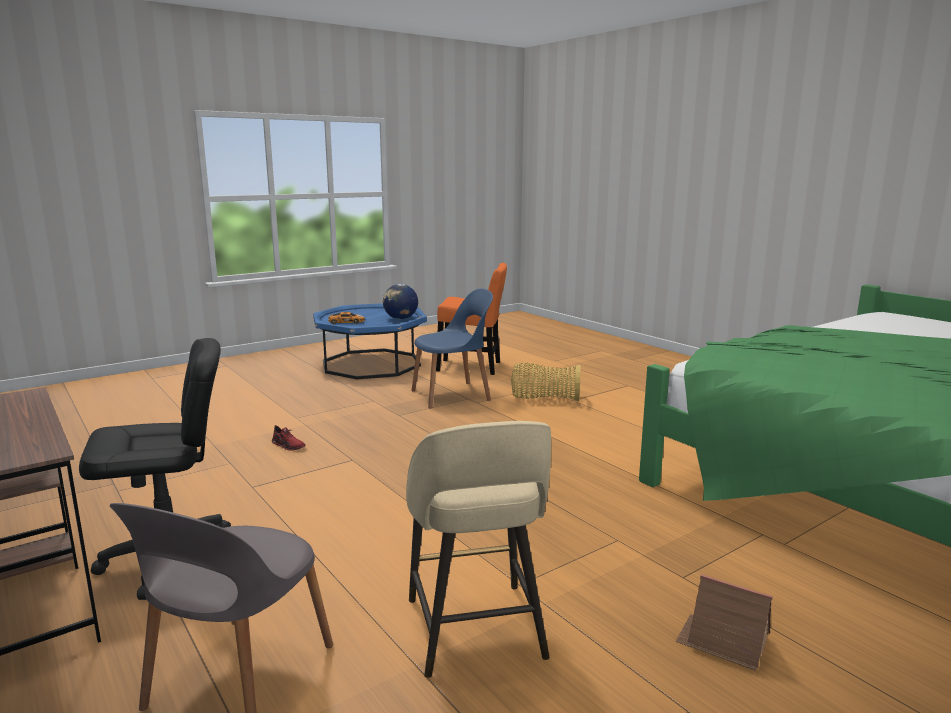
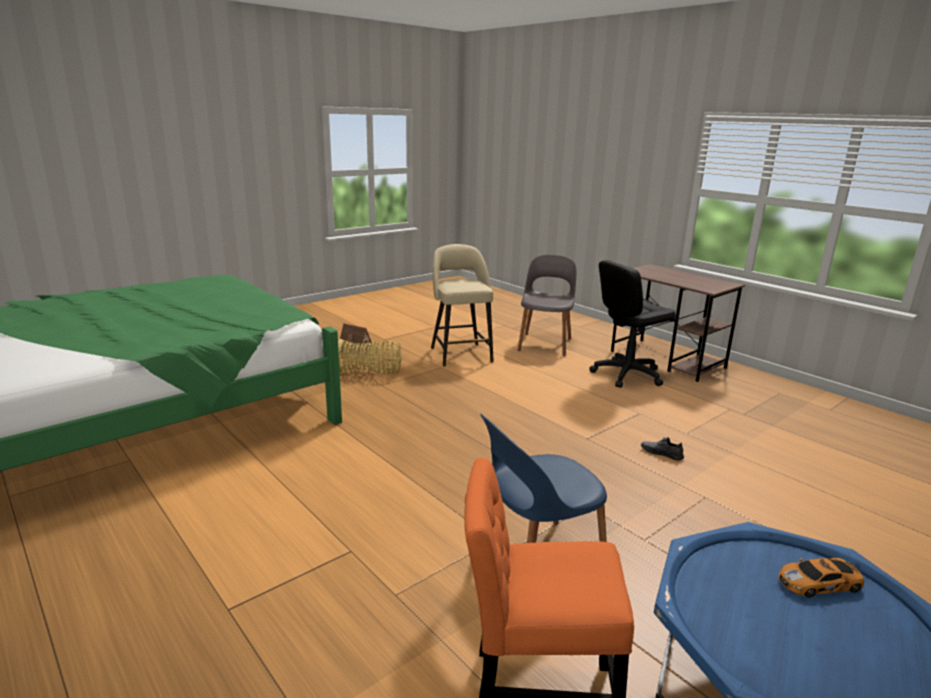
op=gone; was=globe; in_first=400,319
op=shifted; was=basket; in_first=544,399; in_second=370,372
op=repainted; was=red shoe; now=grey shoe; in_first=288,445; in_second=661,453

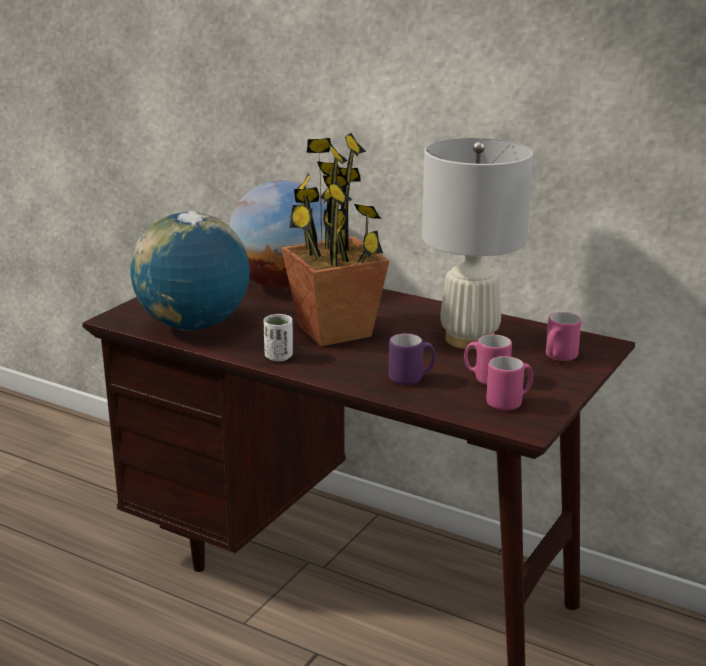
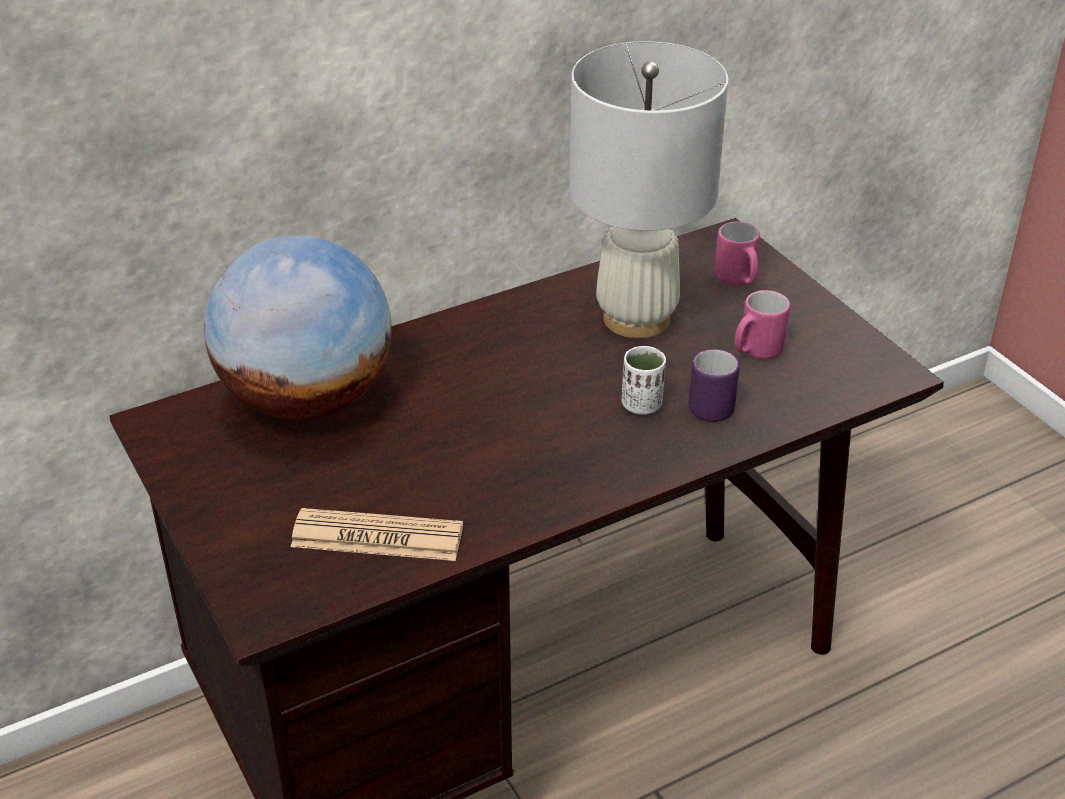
op=gone; was=potted plant; in_first=335,331
op=gone; was=pink mug; in_first=509,402
op=shifted; was=white cup; in_first=279,357; in_second=641,405
op=swapped; was=globe; now=newspaper; in_first=194,326; in_second=377,537

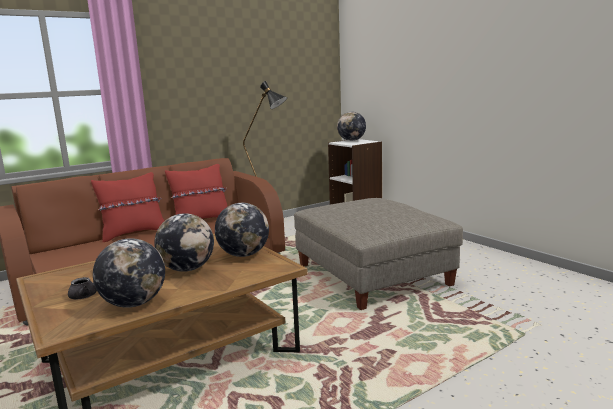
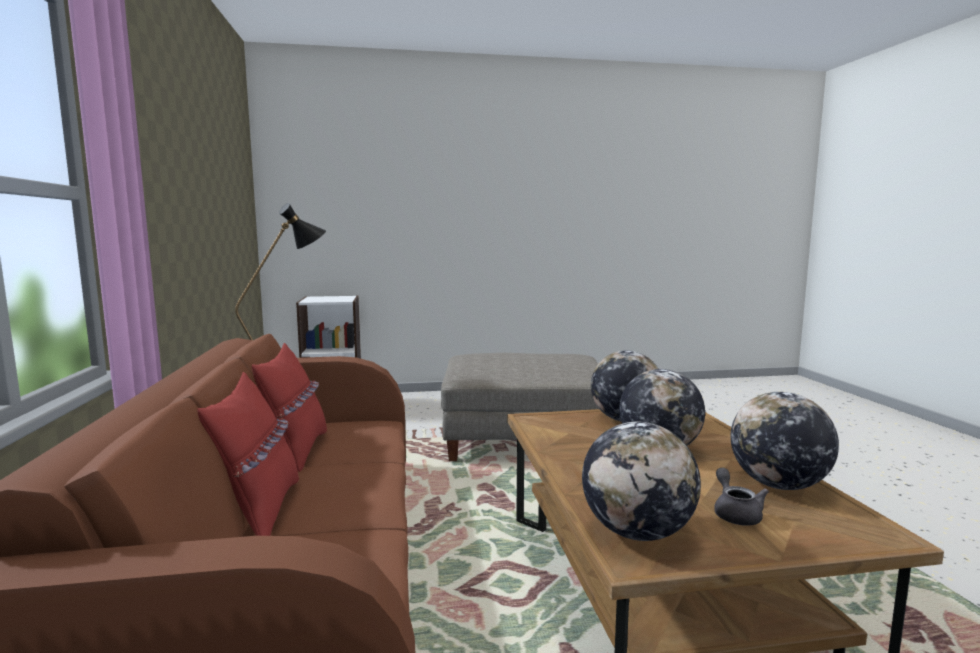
op=shifted; was=globe; in_first=351,140; in_second=637,532

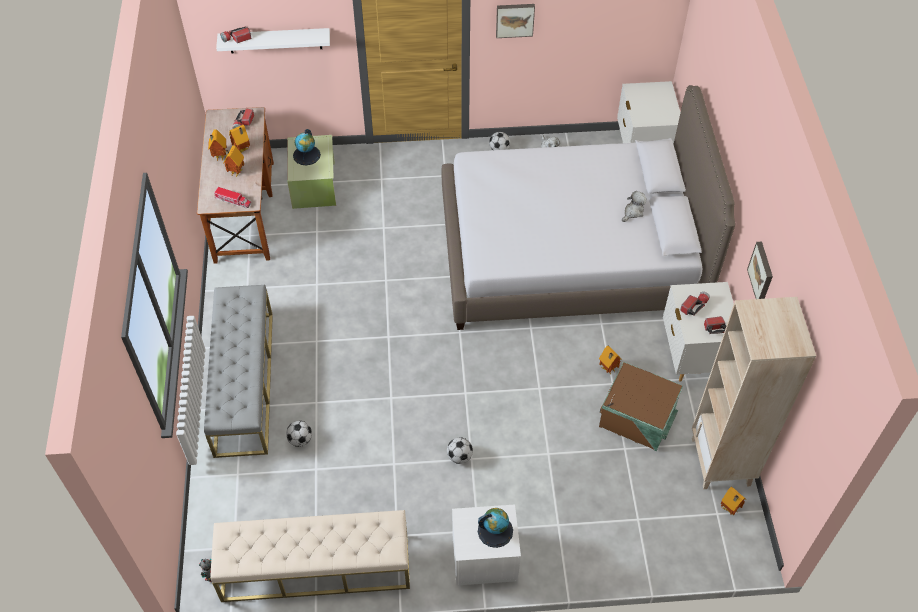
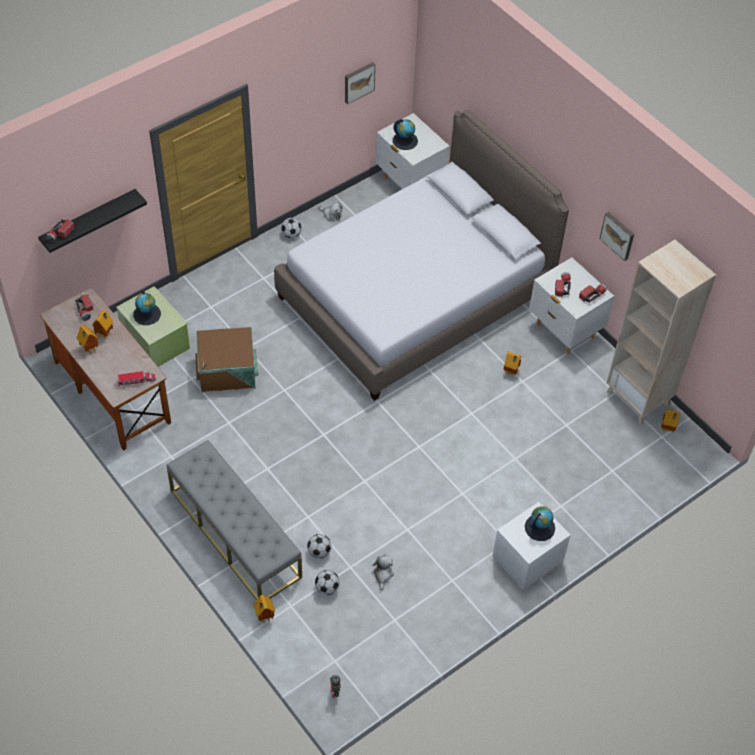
op=gone; was=beige bench; in_first=315,568
op=new; now=globe; in_second=405,141
op=shifted; was=toy house; in_first=235,172; in_second=264,617
op=shifted; was=football; in_first=459,457; in_second=327,588
op=shifted; was=picture; in_first=514,19; in_second=358,82
op=shifted; was=brown storage box; in_first=637,419; in_second=228,372
op=shifted; was=plush toy; in_first=633,212; in_second=383,574
op=repainted; was=white shelf; now=black shelf; in_first=275,40; in_second=89,221

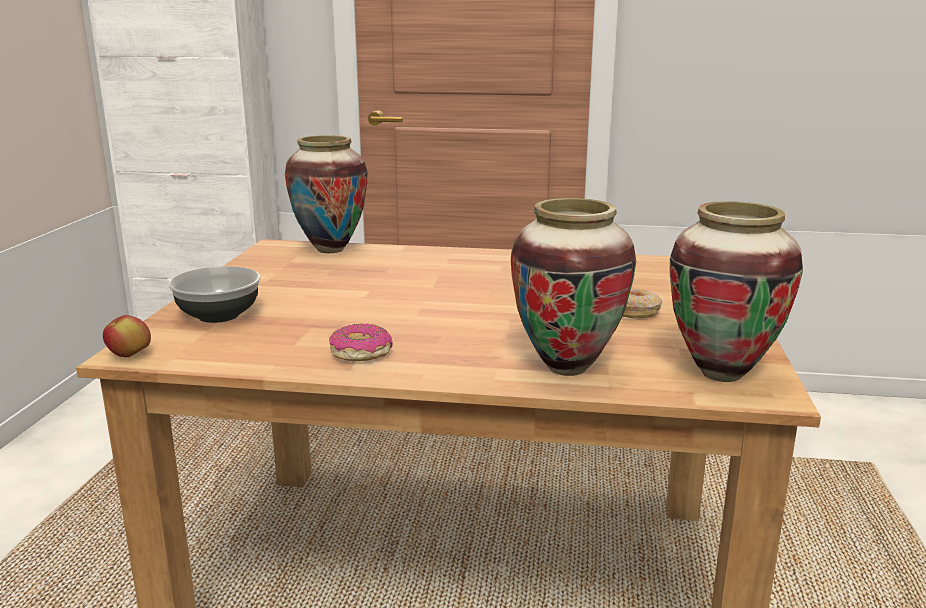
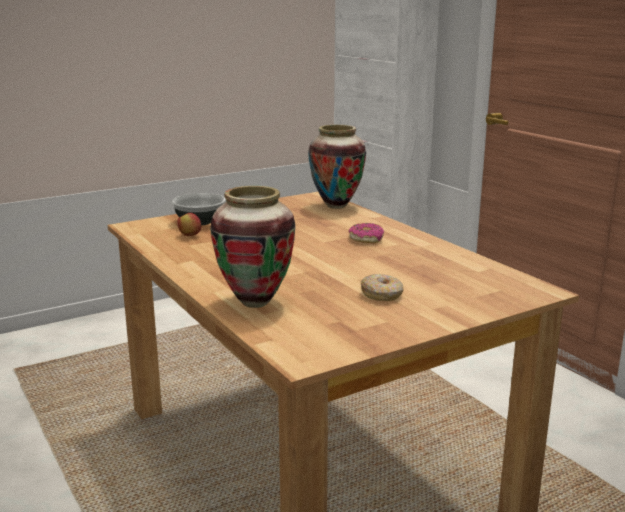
op=gone; was=vase; in_first=722,374
op=shifted; was=apple; in_first=130,356; in_second=190,235
op=shifted; was=donut; in_first=360,353; in_second=366,239

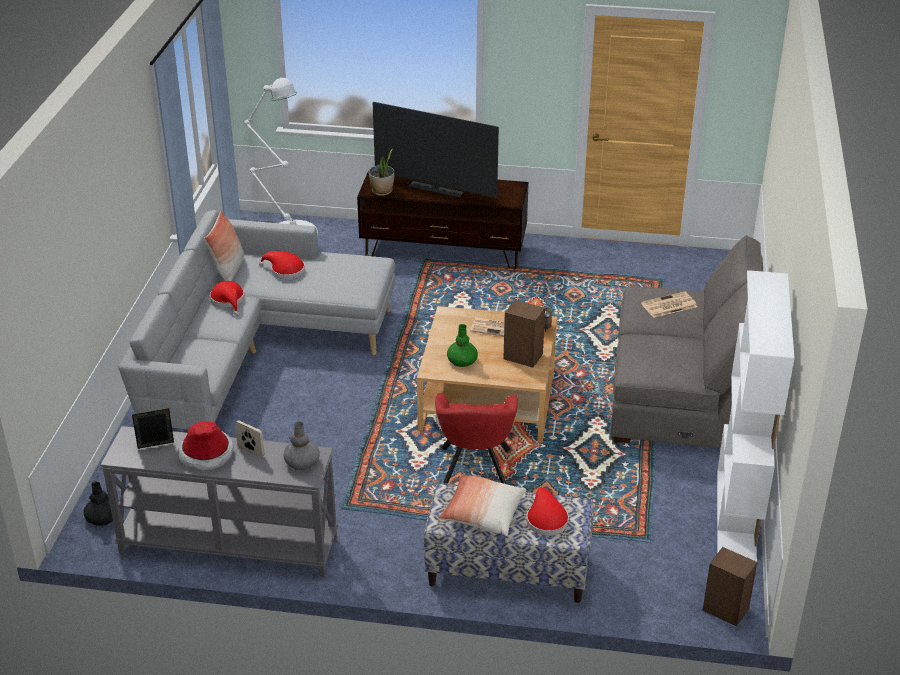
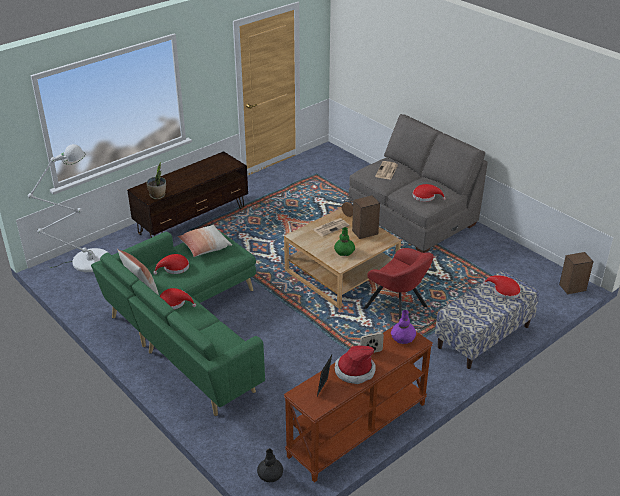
op=gone; was=television; in_first=435,189
op=gone; was=white bookcase; in_first=737,517
op=new; now=red hat; in_second=425,196
op=shifted; was=pillow; in_first=482,514; in_second=205,247
op=repainted; was=grey console table; now=brown console table; in_first=228,546; in_second=358,430
op=repainted; was=grey sofa; now=green sofa; in_first=256,352; in_second=189,332
op=repainted; was=grey vase; now=purple vase; in_first=302,462; in_second=403,338

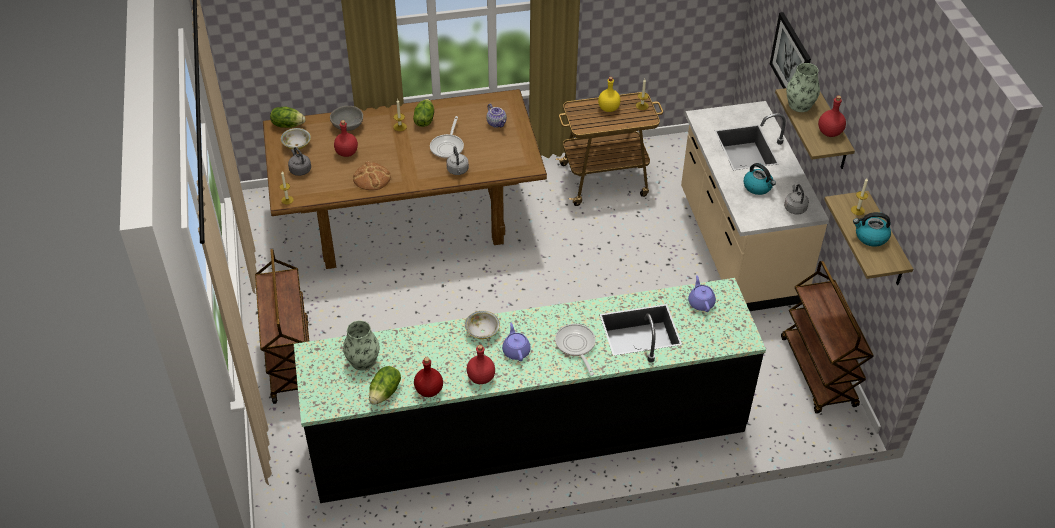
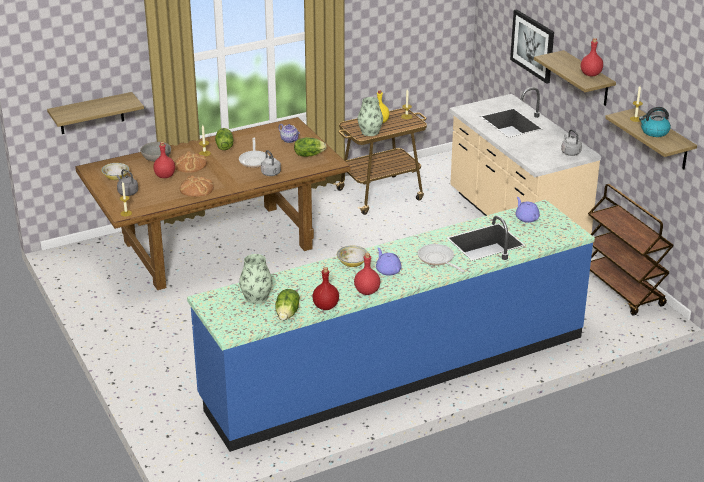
op=gone; was=brown cart; in_first=290,360
op=gone; was=kettle; in_first=758,187
op=new; now=shelf; in_second=91,113
op=new; now=bread; in_second=190,165
op=shifted; was=lettuce; in_first=288,124; in_second=309,155
op=shifted; was=vase; in_first=800,105; in_second=370,132
op=repainted; was=black counter; now=blue counter; in_first=528,430; in_second=395,368

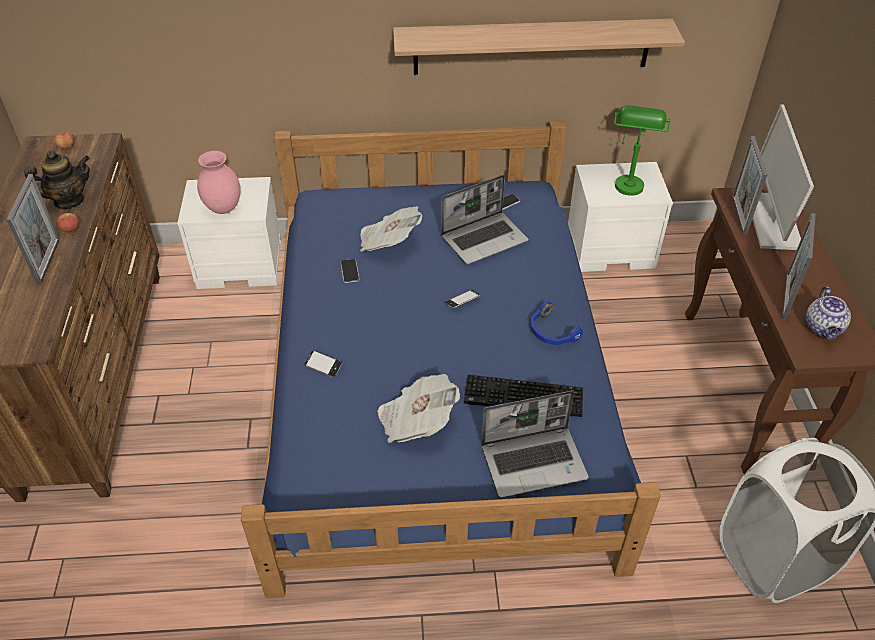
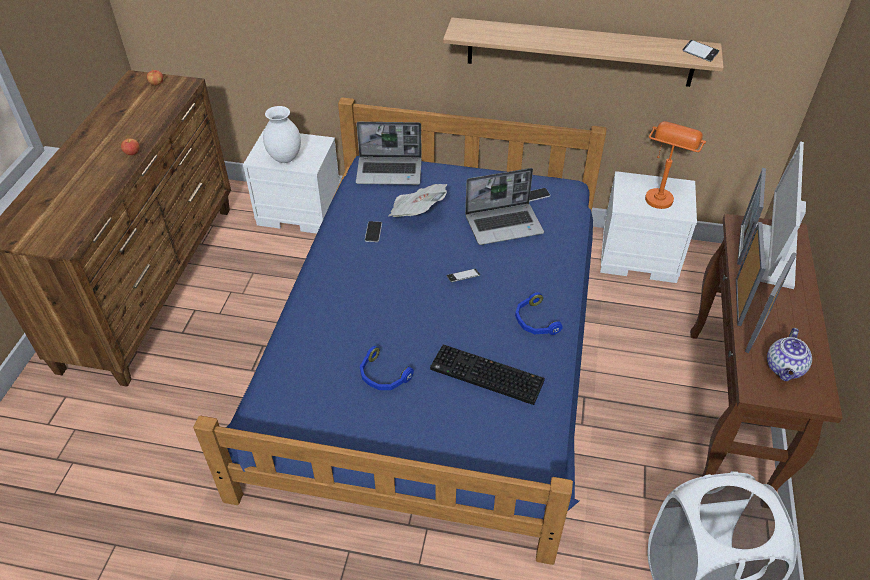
op=gone; was=teapot; in_first=69,200
op=shifted; was=picture frame; in_first=48,261; in_second=738,302
op=shifted; was=phone; in_first=323,366; in_second=699,53
op=shifted; was=laptop; in_first=534,461; in_second=390,171
op=swapped; was=newspaper; now=blue headphones; in_first=416,421; in_second=382,376
op=repainted; was=pink vase; now=white vase; in_first=223,208; in_second=284,158
op=repainted; was=green table lamp; now=orange table lamp; in_first=628,180; in_second=660,194

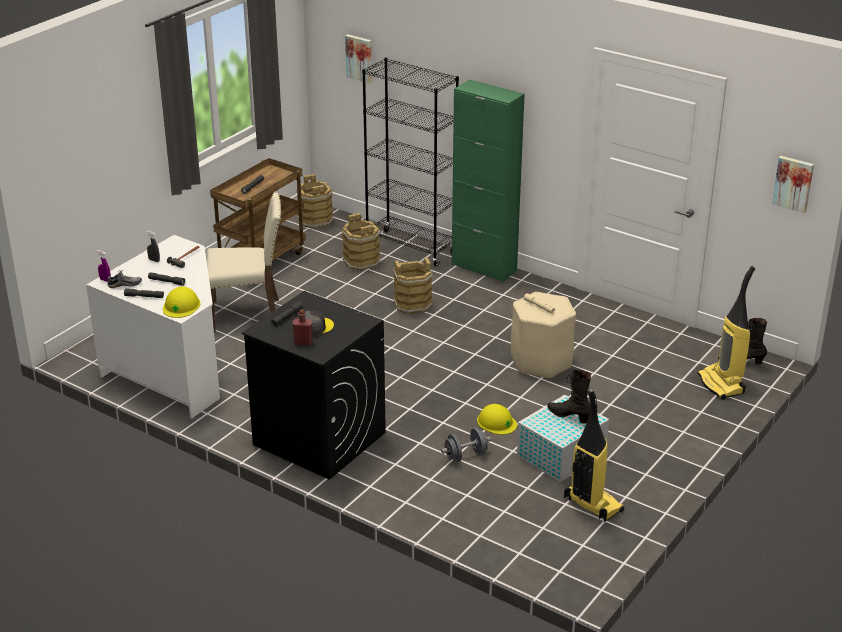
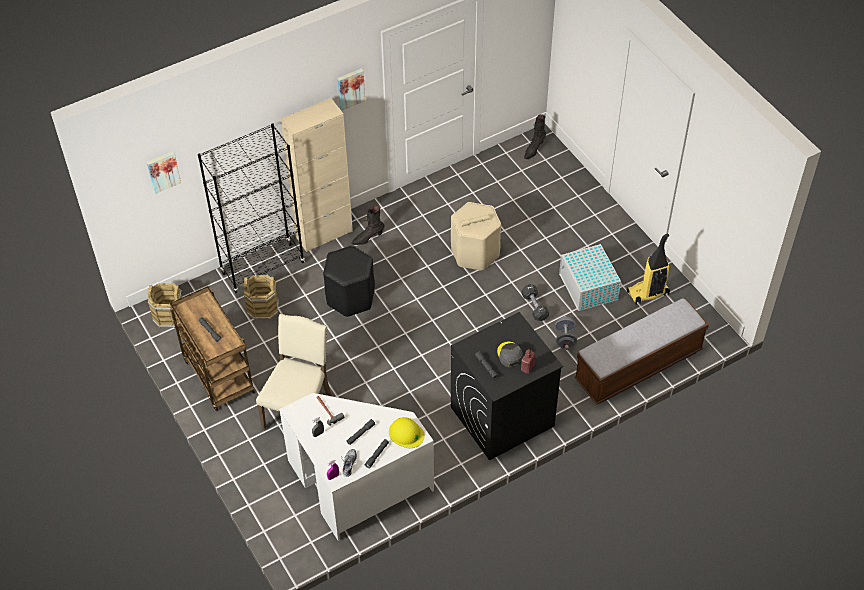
op=gone; was=vacuum cleaner; in_first=722,384
op=new; now=bench; in_second=638,366
op=shifted; was=black boot; in_first=569,416; in_second=367,238
op=shifted; was=picture; in_first=793,183; in_second=350,88
op=swapped; was=brown bucket; now=black stool; in_first=412,304; in_second=350,298
op=swapped; was=yellow hard hat; now=black dumbbell; in_first=496,422; in_second=534,307
op=repainted; was=green cabinet; now=beige cabinet; in_first=484,267; in_second=324,234

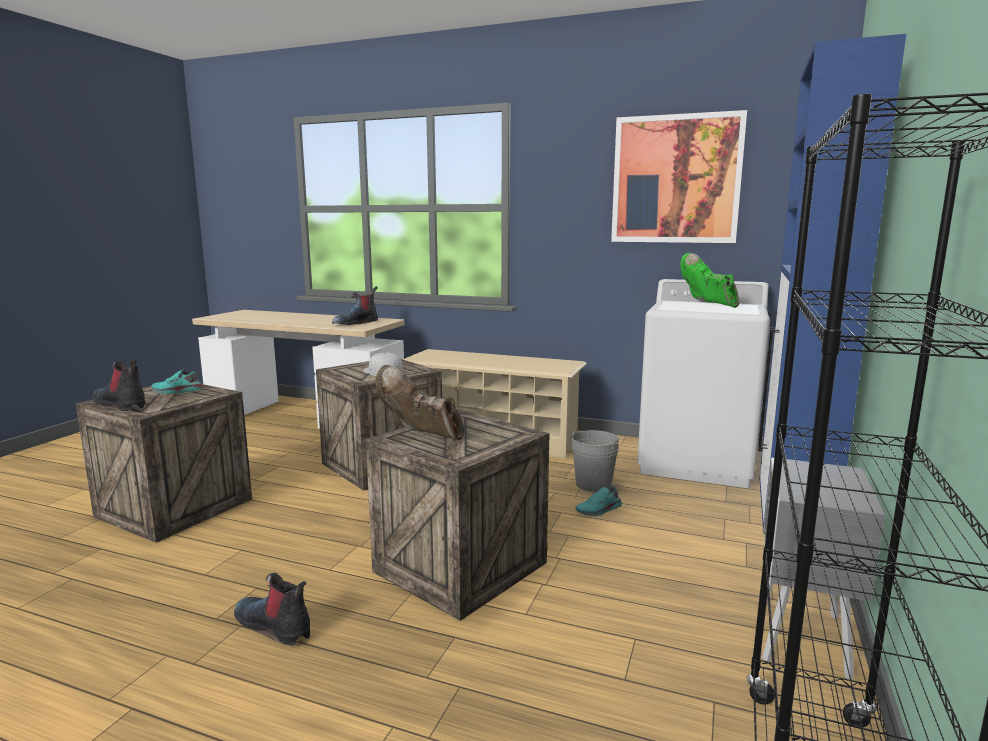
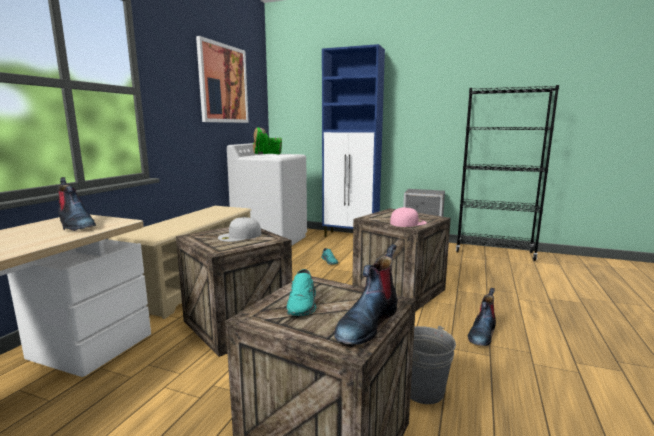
op=shifted; was=grey bucket; in_first=593,484; in_second=423,390
op=swapped; was=brown boot; now=pink cap; in_first=421,436; in_second=408,222

